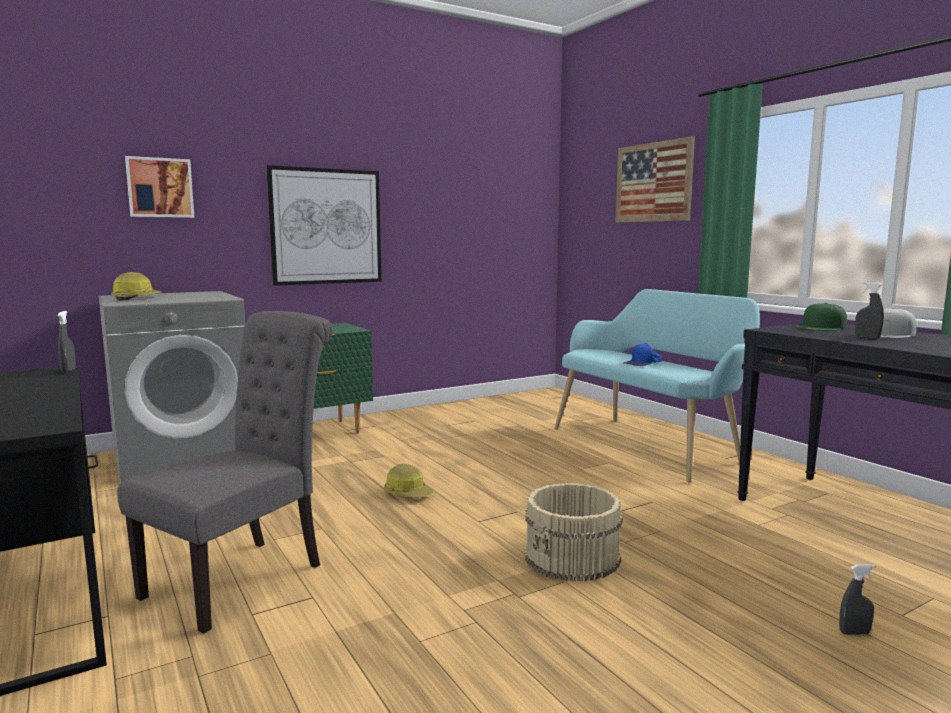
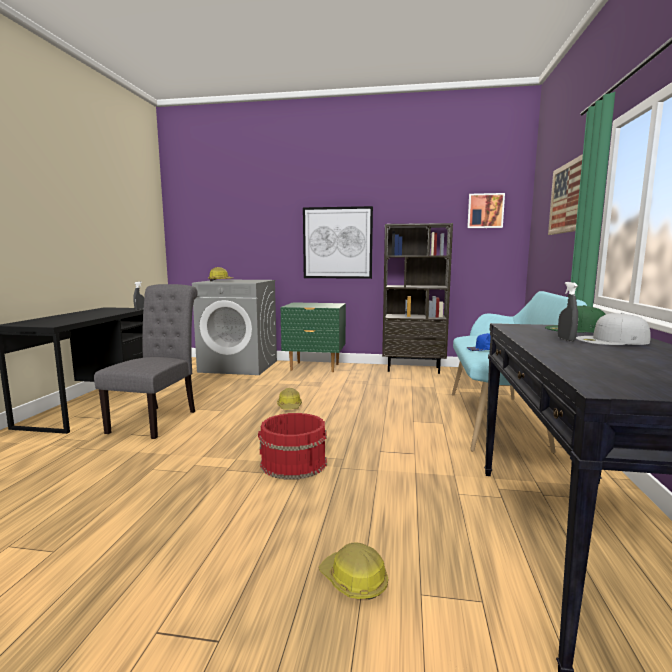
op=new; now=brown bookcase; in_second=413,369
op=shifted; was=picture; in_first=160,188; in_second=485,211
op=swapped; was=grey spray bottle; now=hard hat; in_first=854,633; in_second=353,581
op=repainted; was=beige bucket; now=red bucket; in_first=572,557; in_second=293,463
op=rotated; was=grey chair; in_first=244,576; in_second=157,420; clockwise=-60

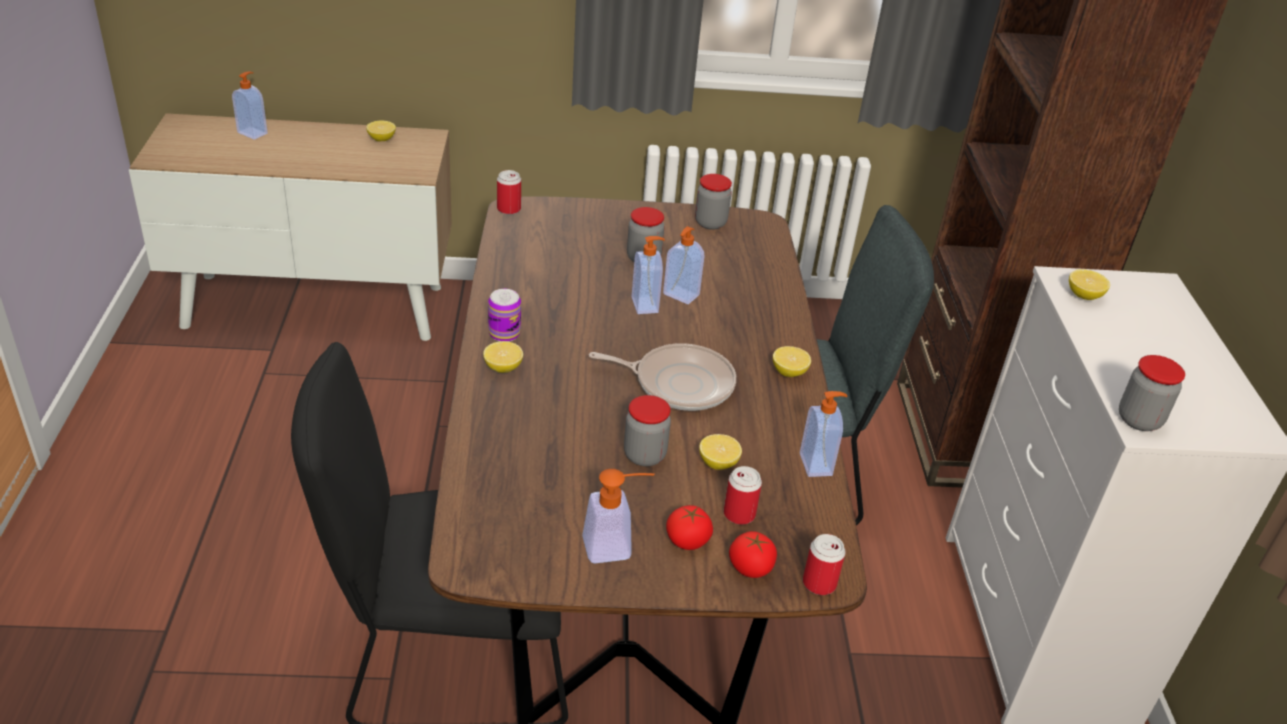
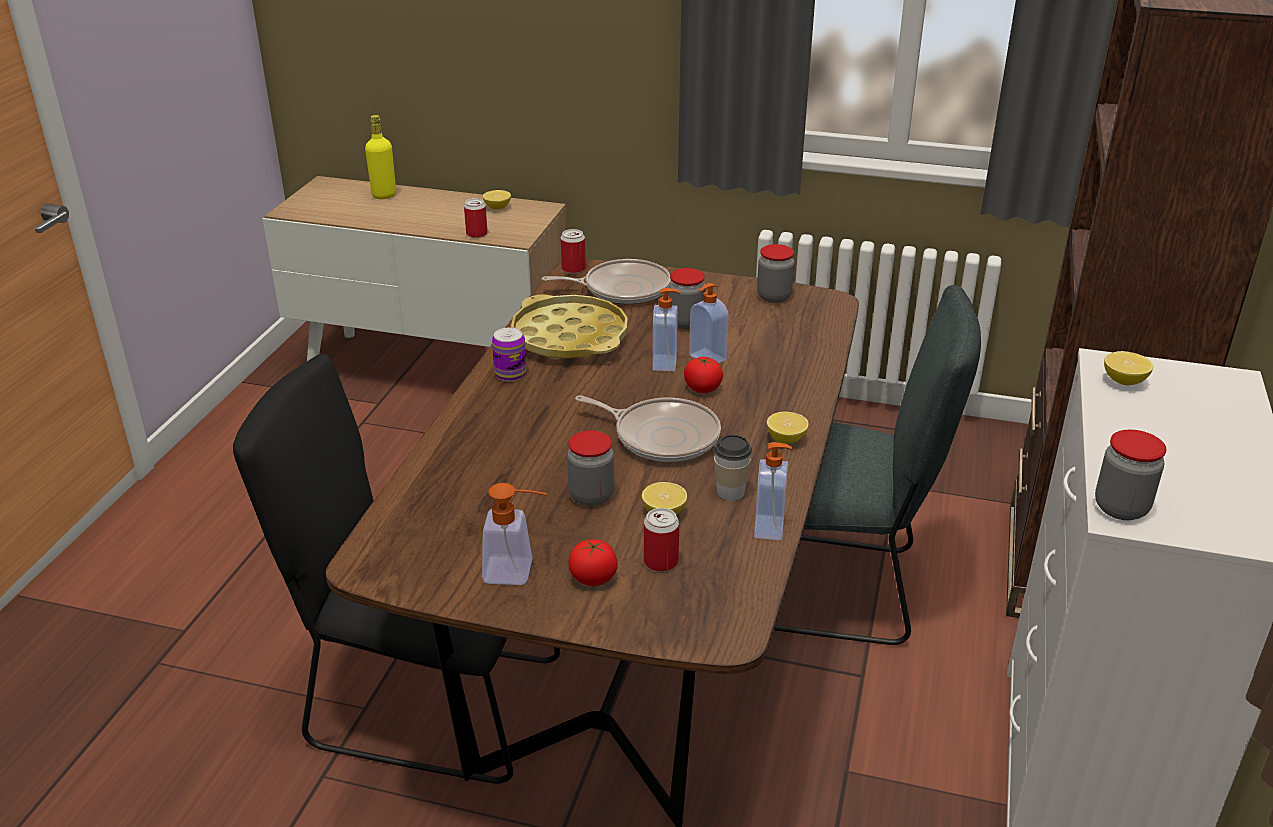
op=gone; was=lemon; in_first=503,368
op=new; now=yellow tray; in_second=570,337
op=new; now=frying pan; in_second=622,289
op=new; now=cup; in_second=730,492
op=shifted; was=tomato; in_first=750,567; in_second=702,388
op=shifted; was=can; in_first=819,583; in_second=477,234
op=swapped; was=soap dispenser; now=yellow bottle; in_first=253,133; in_second=384,195

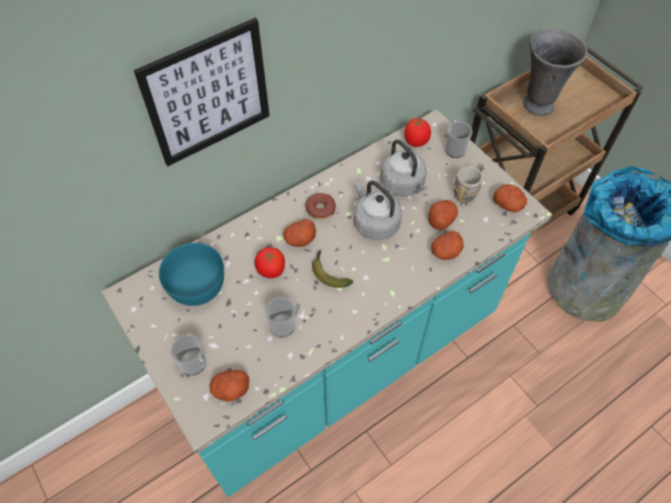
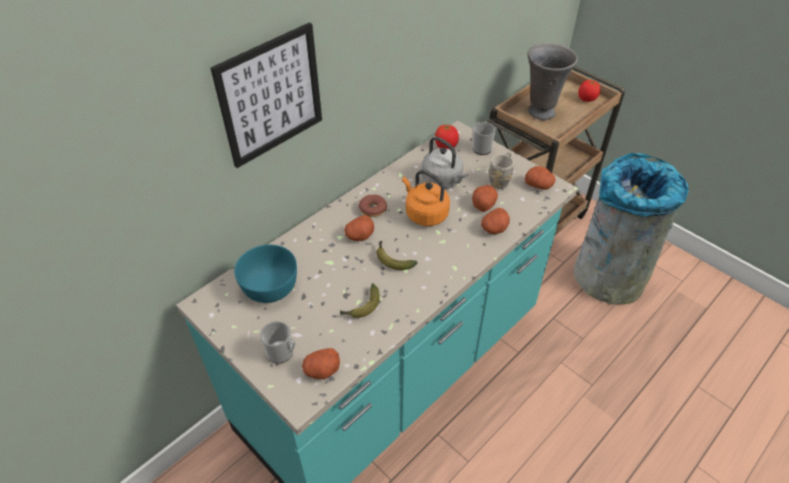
op=shifted; was=tomato; in_first=271,270; in_second=586,99
op=swapped; was=mug; now=banana; in_first=285,324; in_second=362,307
op=repainted; was=grey kettle; now=orange kettle; in_first=374,223; in_second=424,214

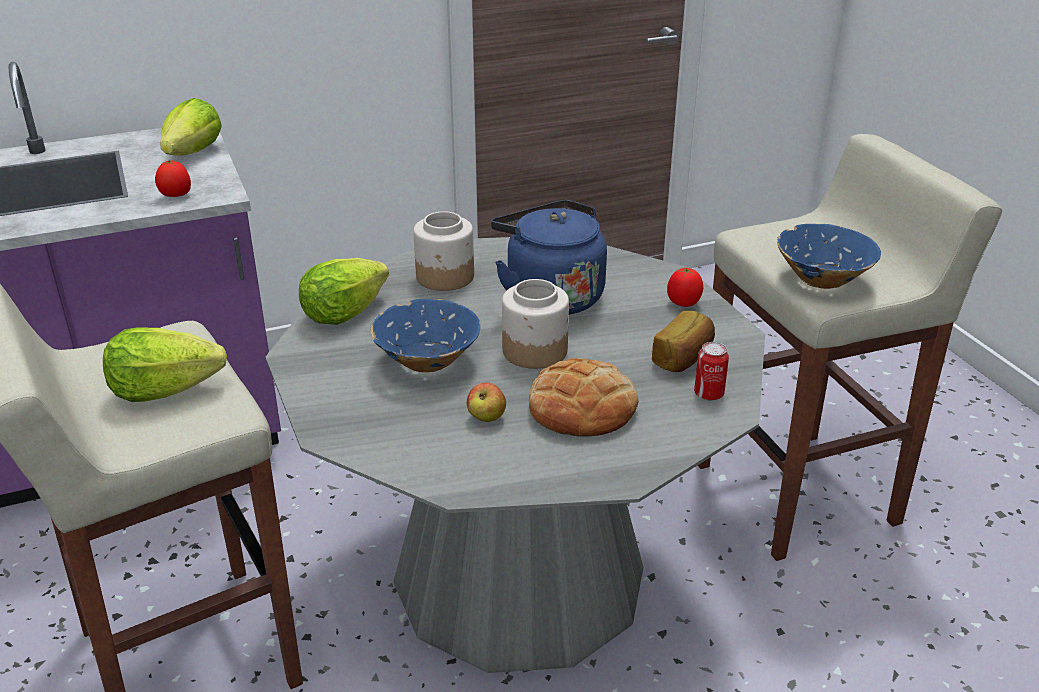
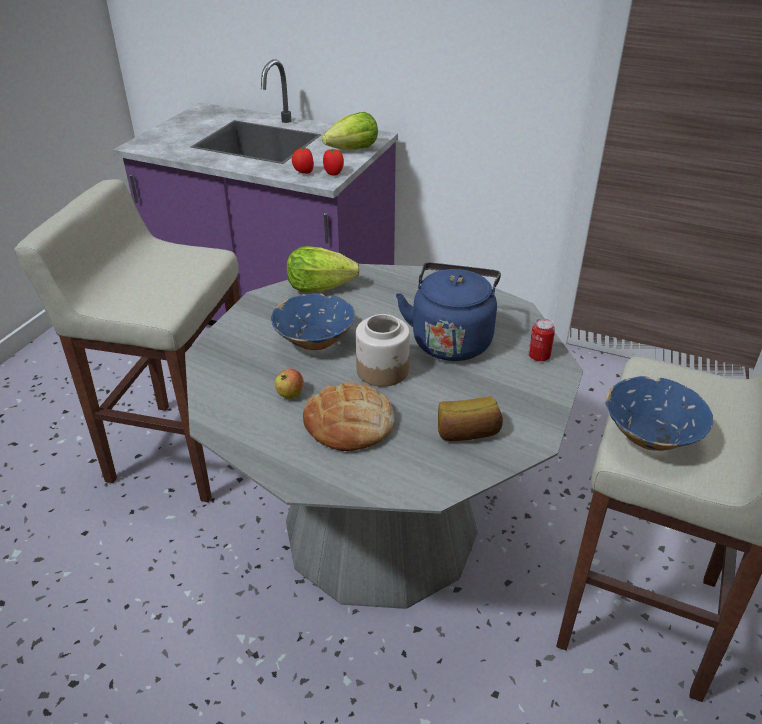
op=gone; was=lettuce; in_first=164,390
op=gone; was=jar; in_first=445,277
op=shifted; was=tomato; in_first=683,303; in_second=333,173
op=shifted; was=can; in_first=708,394; in_second=539,356

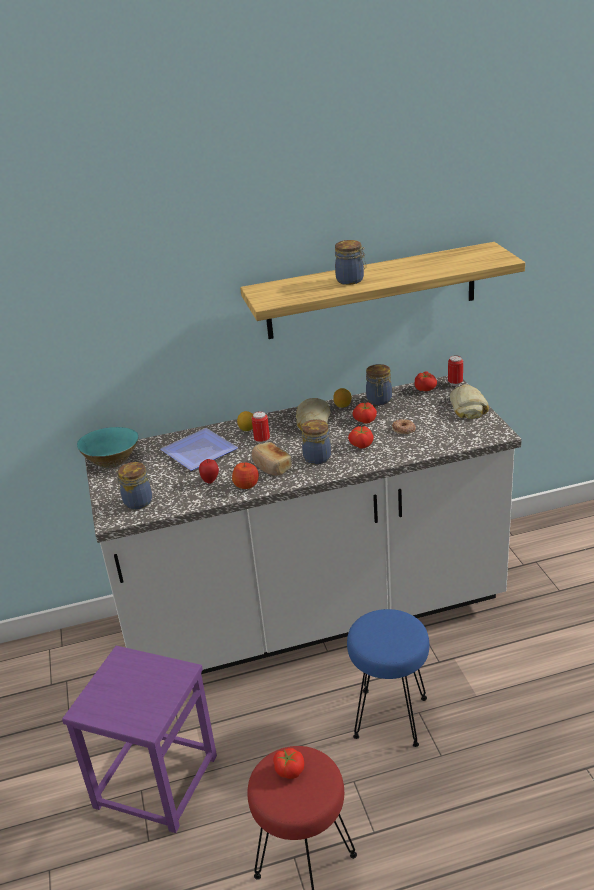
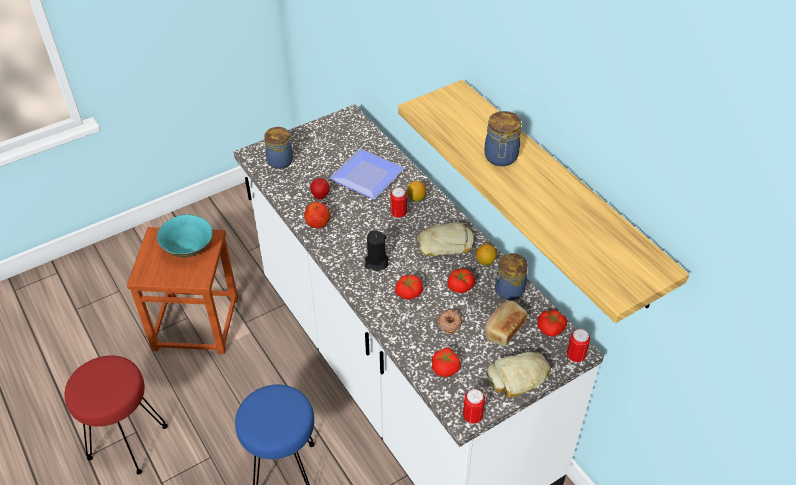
op=new; now=can; in_second=472,417
op=shifted; was=turquoise bowl; in_first=112,460; in_second=188,248
op=shifted; was=bread; in_first=271,467; in_second=503,329
op=shifted; was=tomato; in_first=289,769; in_second=445,368
op=swapped; was=jar; now=black candle; in_first=317,457; in_second=376,262
op=repainted; was=purple stool; now=brown stool; in_first=155,781; in_second=196,323

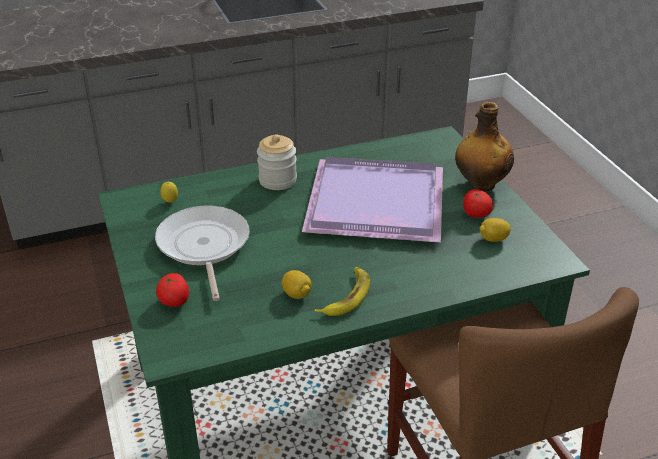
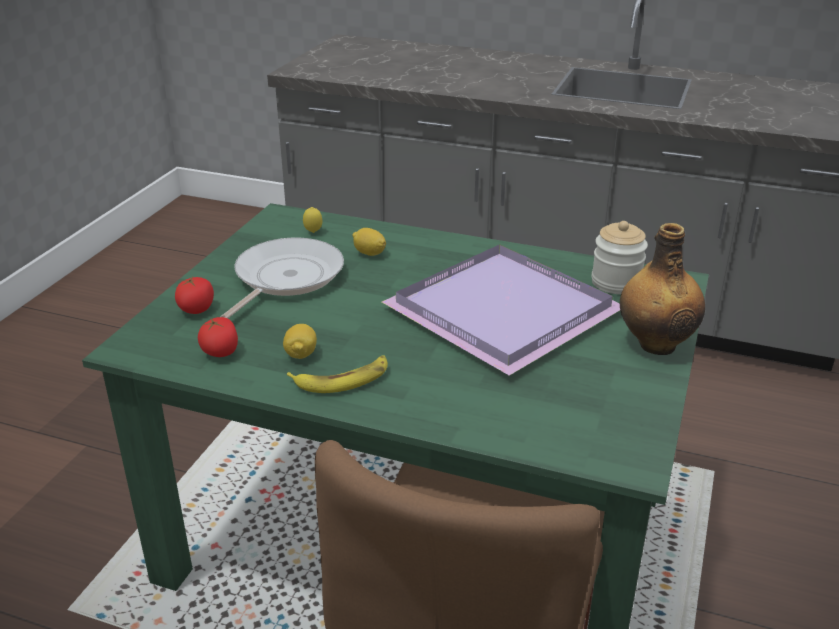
op=shifted; was=jar; in_first=277,180; in_second=616,283
op=shifted; was=tomato; in_first=475,214; in_second=221,352
op=shifted; was=lemon; in_first=493,239; in_second=369,253

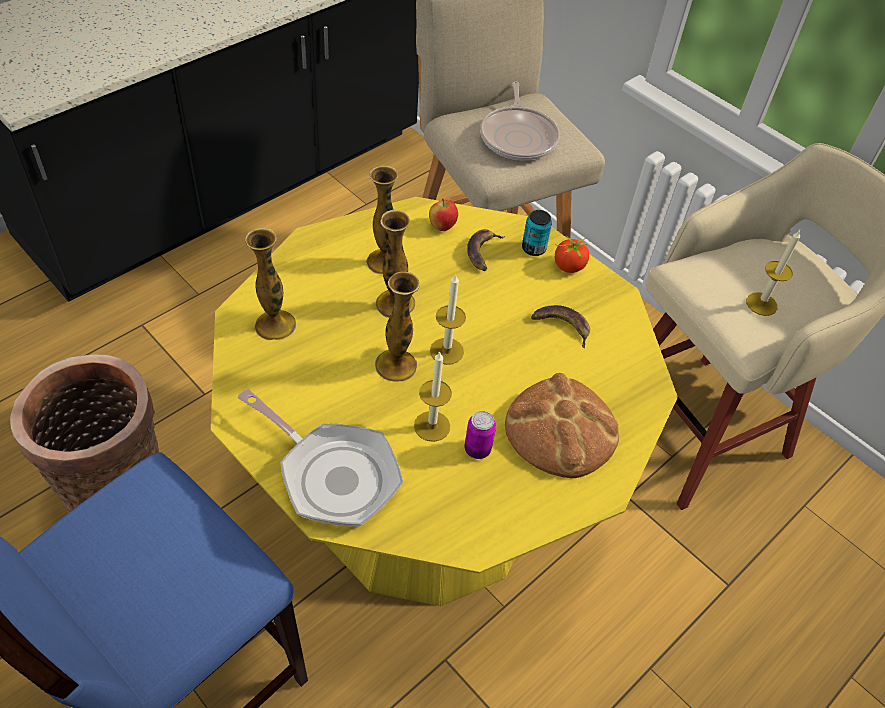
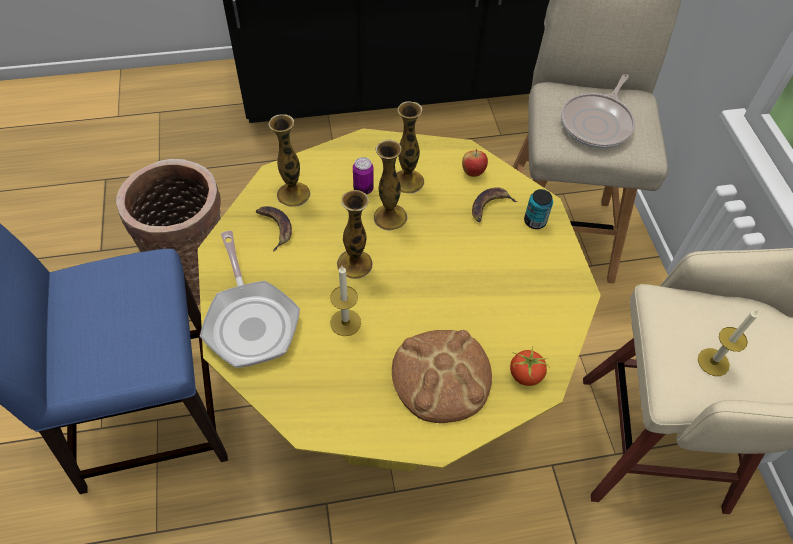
op=gone; was=candle; in_first=446,351
op=shifted; was=can; in_first=477,449; in_second=363,189
op=shifted; was=banana; in_first=561,326; in_second=274,227
op=shifted; was=tomato; in_first=568,267; in_second=525,375

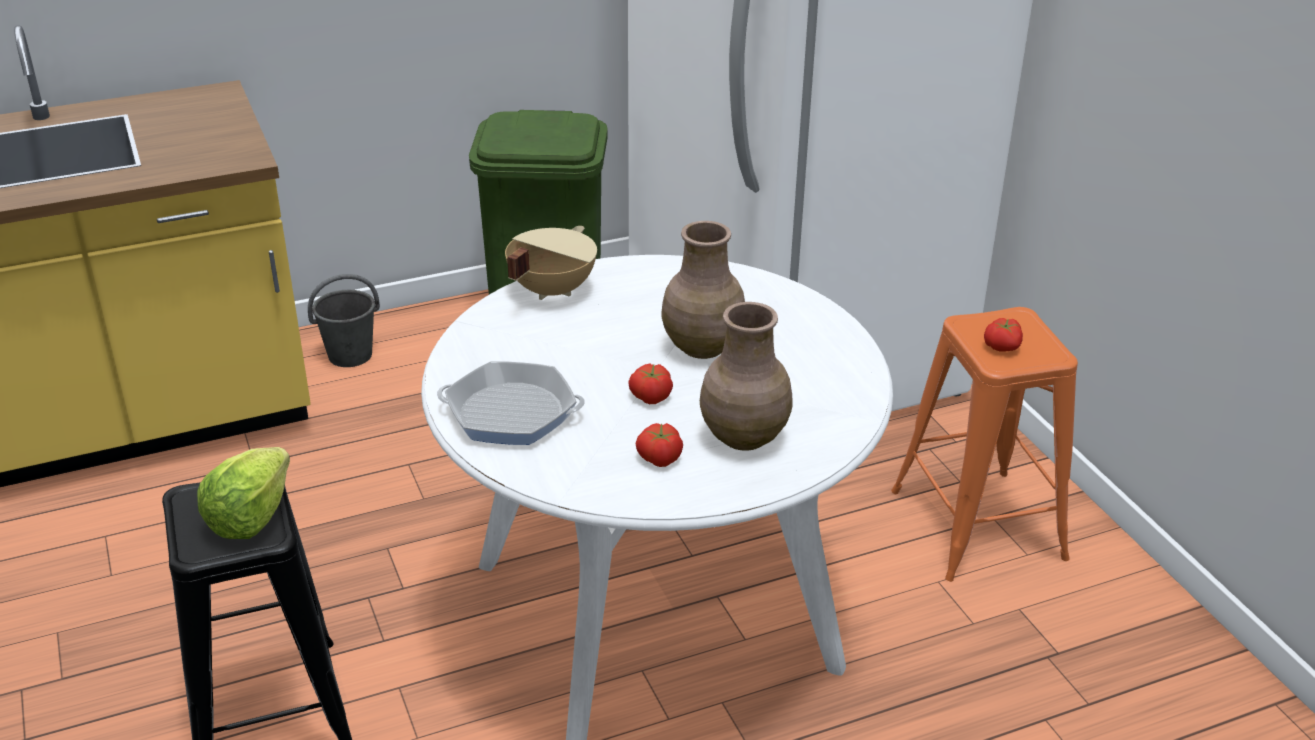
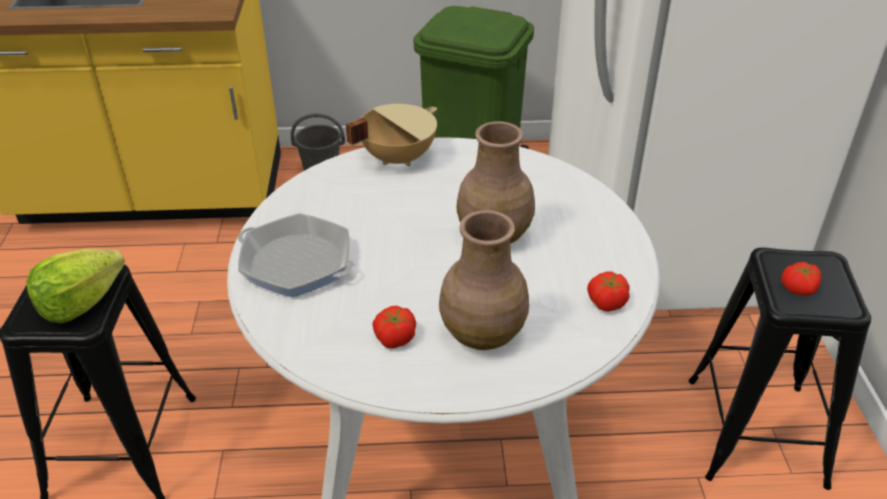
op=shifted; was=tomato; in_first=650,396; in_second=606,302
op=repainted; was=orange stool; now=black stool; in_first=977,524; in_second=755,431

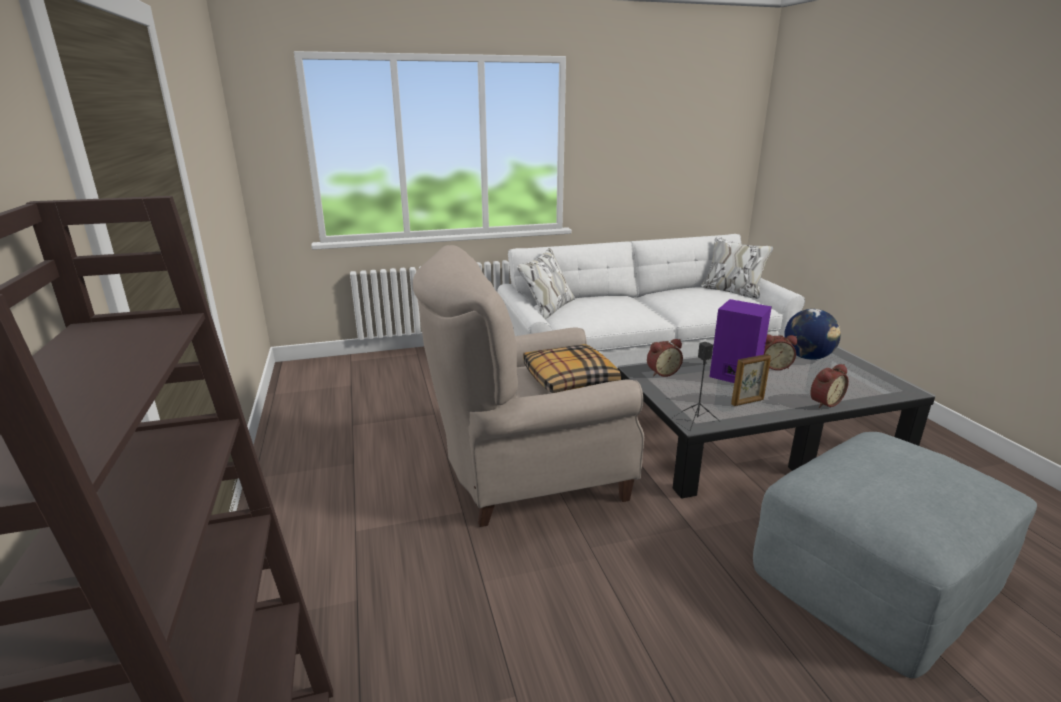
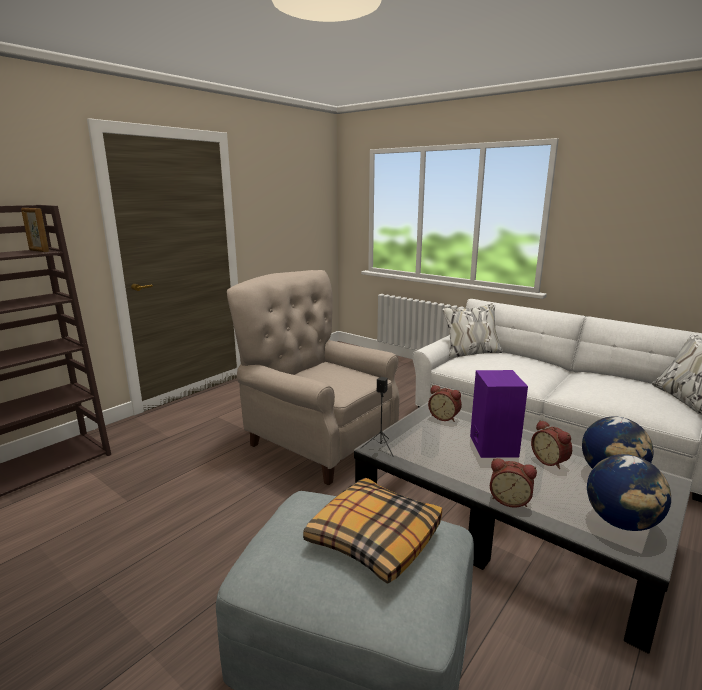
op=new; now=globe; in_second=621,522
op=shifted; was=pillow; in_first=569,379; in_second=374,537
op=shifted; was=picture frame; in_first=747,402; in_second=38,251

